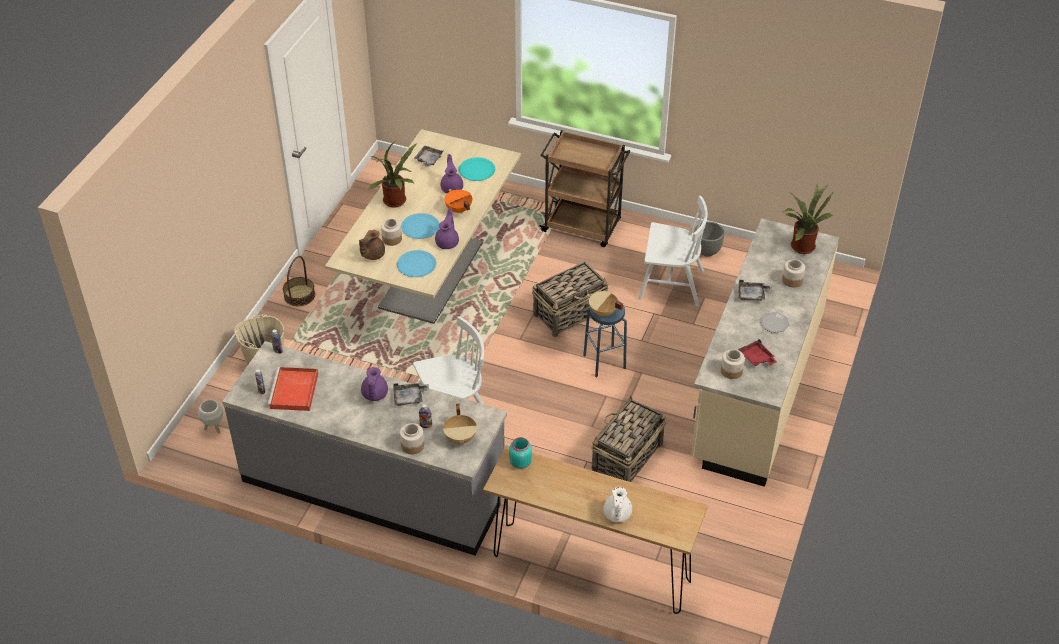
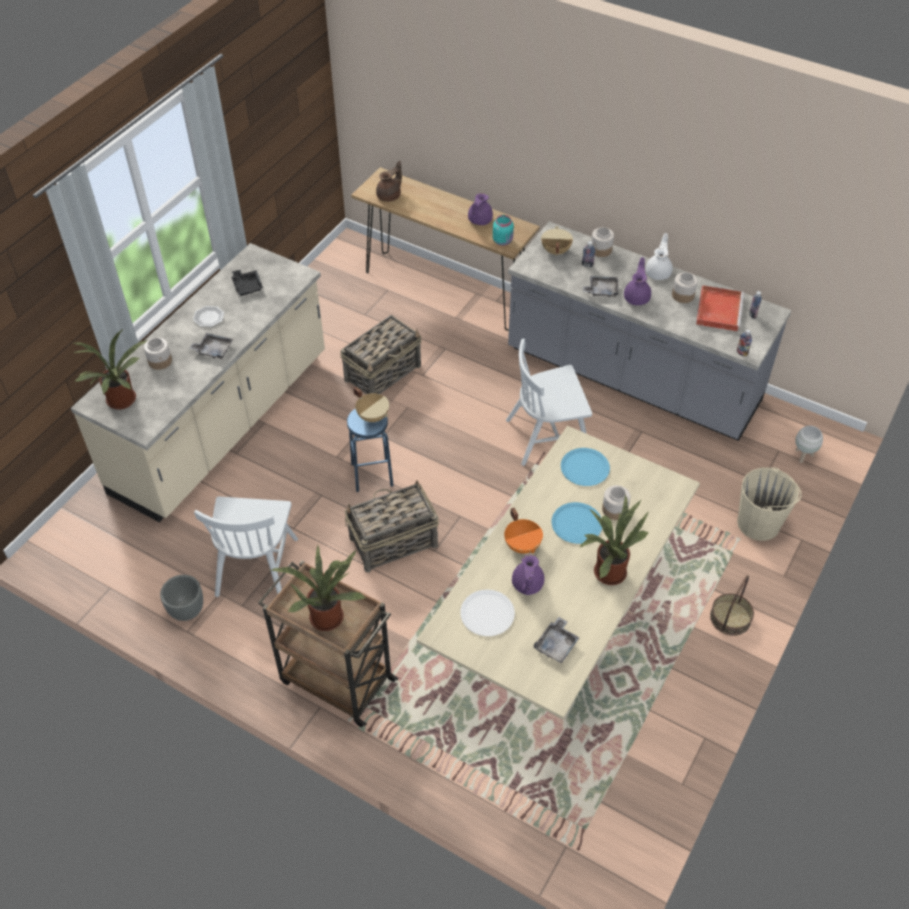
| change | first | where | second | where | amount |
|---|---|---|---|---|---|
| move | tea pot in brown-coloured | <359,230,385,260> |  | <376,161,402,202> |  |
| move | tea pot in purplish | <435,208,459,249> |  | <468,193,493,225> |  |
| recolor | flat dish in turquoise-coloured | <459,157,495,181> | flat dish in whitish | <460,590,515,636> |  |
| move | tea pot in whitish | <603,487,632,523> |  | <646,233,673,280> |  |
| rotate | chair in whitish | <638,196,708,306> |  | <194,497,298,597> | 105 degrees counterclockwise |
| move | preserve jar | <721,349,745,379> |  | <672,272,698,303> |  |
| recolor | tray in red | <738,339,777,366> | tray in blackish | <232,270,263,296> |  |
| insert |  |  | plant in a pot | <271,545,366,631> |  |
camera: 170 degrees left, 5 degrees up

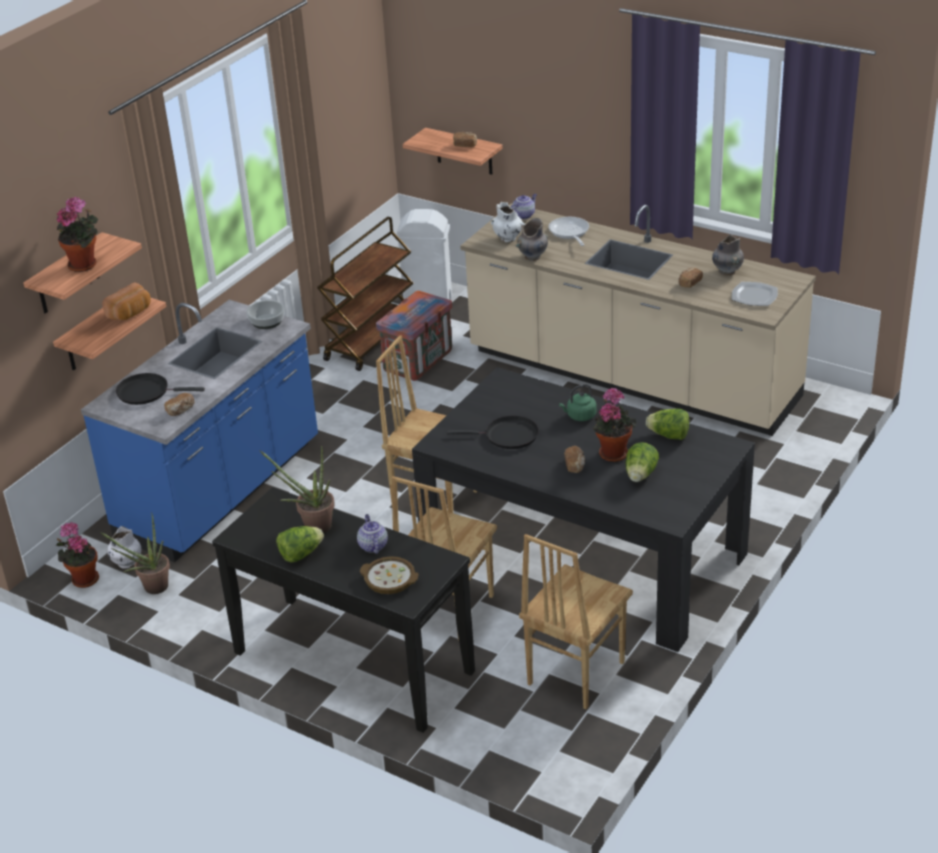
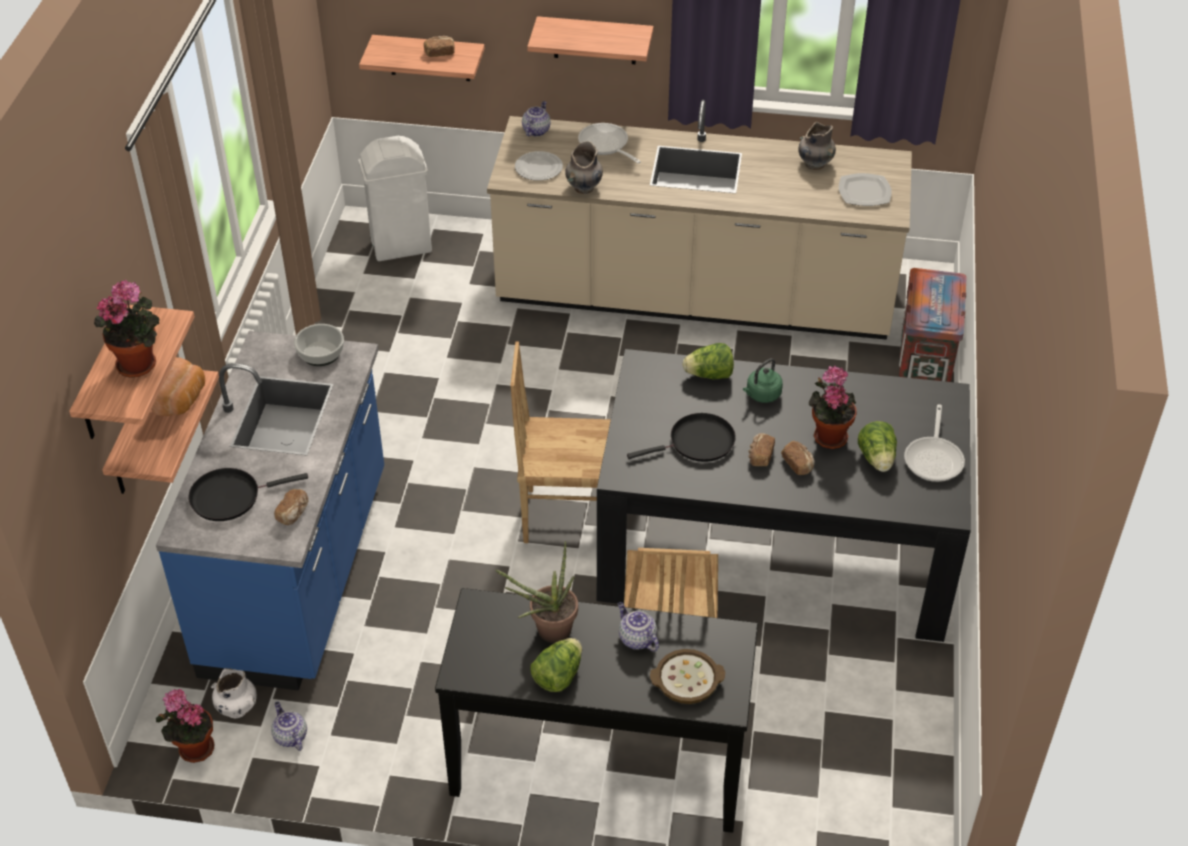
| change | first | where | second | where | amount |
|---|---|---|---|---|---|
| replace | plant in a pot | <100,512,170,594> | tea pot | <271,702,307,751> |  |
| delete | wheeled cart in brown-coloured | <317,217,413,371> |  |  |  |
| move | shipping crate | <376,291,452,381> |  | <899,268,966,382> |  |
| replace | vase in whitish | <491,202,525,242> | flat dish | <515,151,563,181> |  |
| delete | chair in brown-coloured | <519,534,633,709> |  |  |  |
| move | lettuce | <646,409,689,440> |  | <683,343,734,379> |  |
| move | baked bread | <679,267,703,288> |  | <748,433,775,466> |  |
| insert |  |  | bracket shelf | <527,16,654,64> |  |
| insert |  |  | frying pan | <904,404,965,482> |  |
camera: 25 degrees left, 10 degrees up

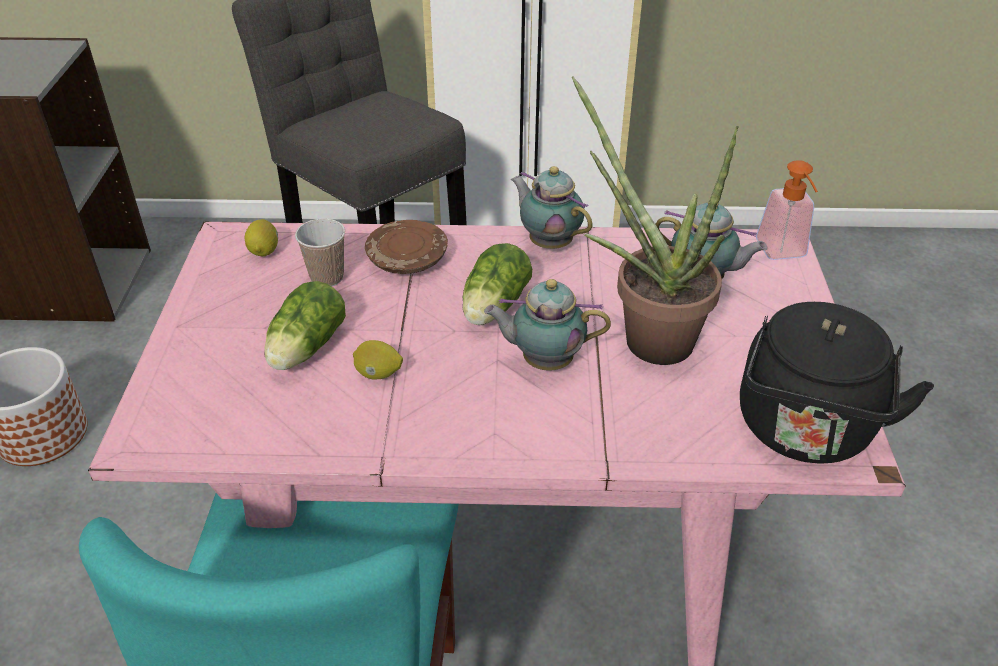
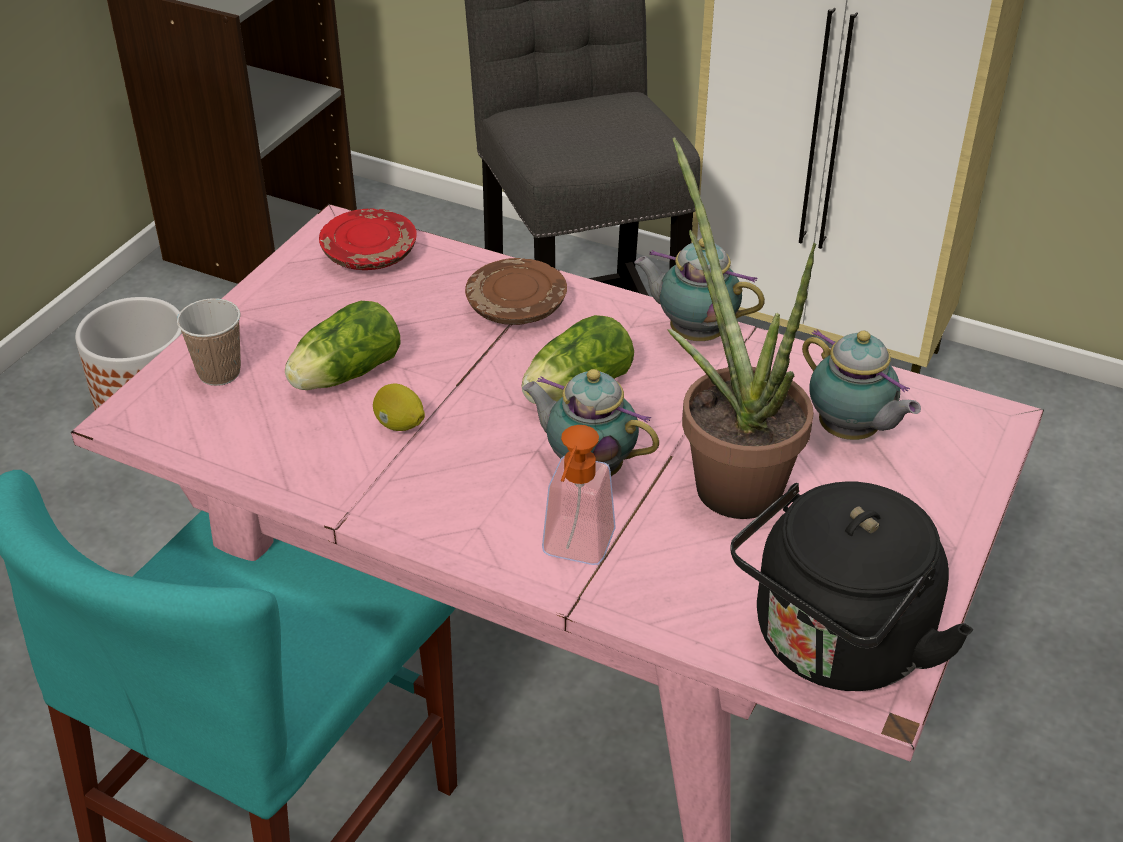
| change | first | where | second | where | amount |
|---|---|---|---|---|---|
| replace | lemon | <244,219,278,257> | flat dish in red | <319,208,417,270> |  |
| move | small cup | <295,218,345,287> |  | <177,298,241,386> |  |
| rotate | tea pot | <511,166,592,249> |  | <634,238,765,341> | 45 degrees counterclockwise |
| move | soap dispenser | <756,160,818,260> |  | <542,425,616,565> |  |
camera: 25 degrees right, 0 degrees up

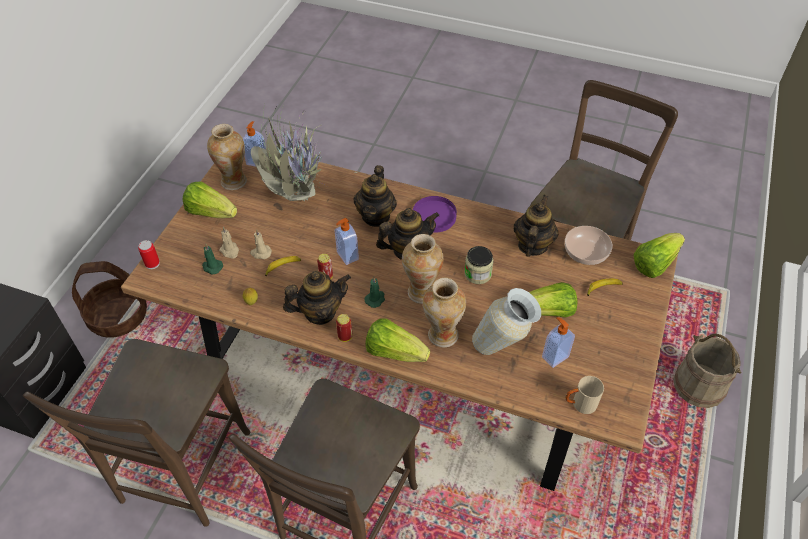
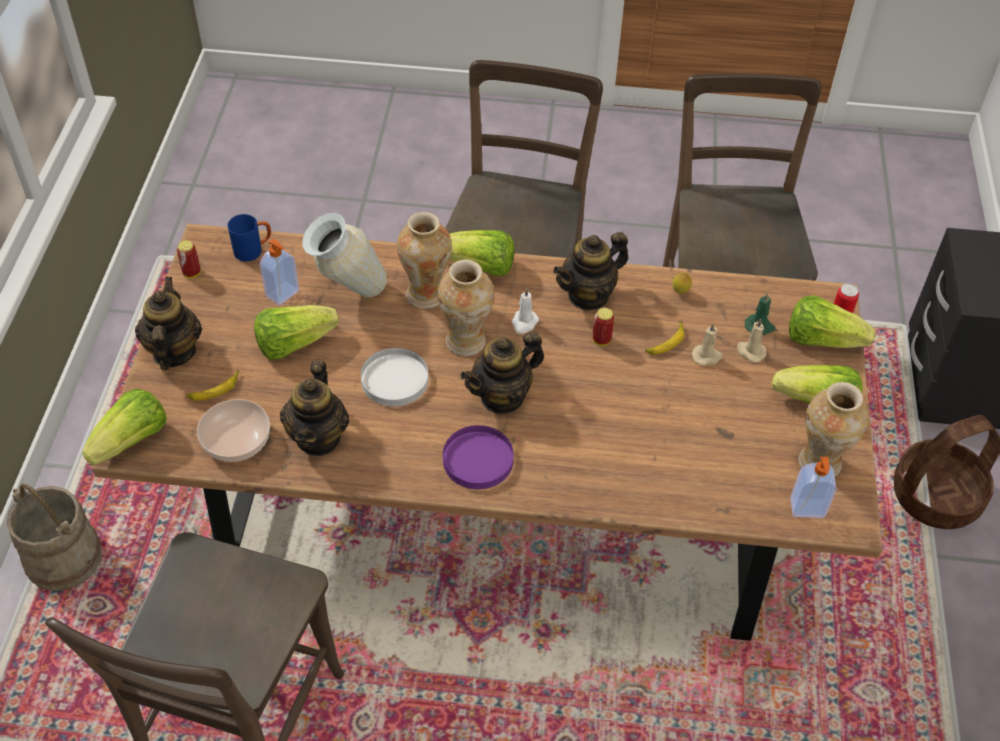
| change | first | where | second | where | amount |
|---|---|---|---|---|---|
| delete | plant in a pot | <251,98,357,202> |  |  |  |
| delete | soap dispenser | <335,218,359,265> |  |  |  |
| move | sealed can | <336,314,352,342> |  | <177,240,201,278> |  |
| move | tea pot | <354,165,397,227> |  | <135,277,202,371> |  |
| recolor | wax candle in green | <364,277,385,308> | wax candle in whitish | <512,288,539,334> |  |
| replace | preserve jar | <464,246,493,284> | flat dish in whitish | <361,348,429,406> |  |
| recolor | tea mug in sand-coloured | <566,376,604,414> | tea mug in blue | <227,214,271,262> |  |
| insert |  |  | lettuce | <789,295,876,348> |  |
camera: 165 degrees right, 0 degrees up

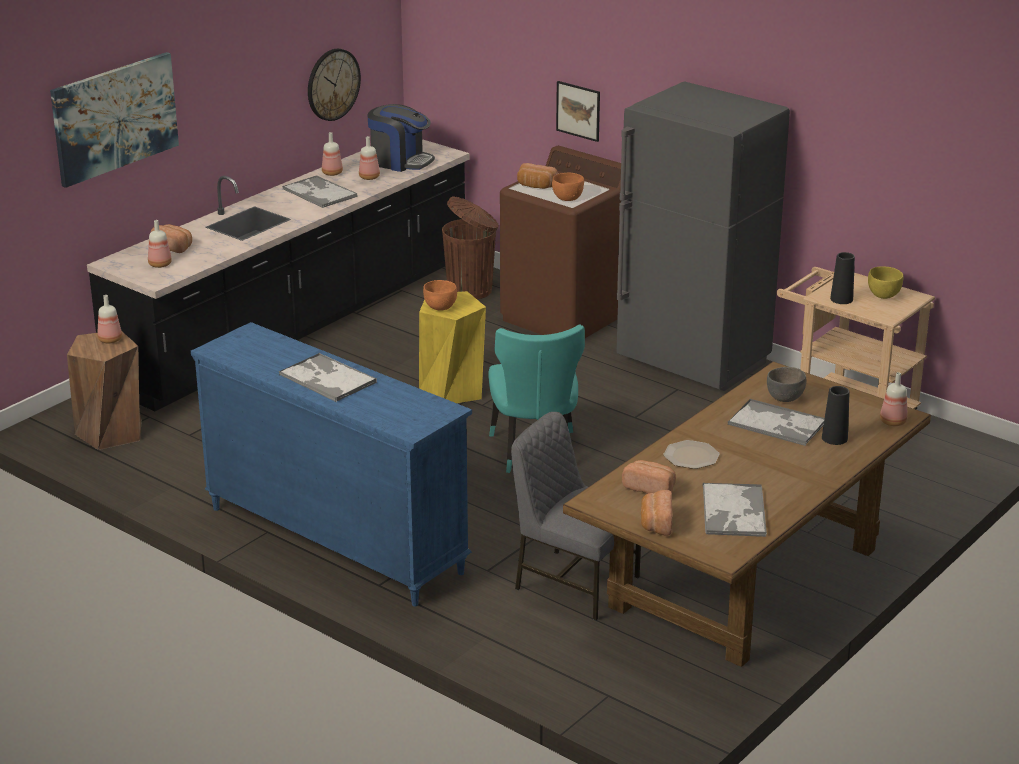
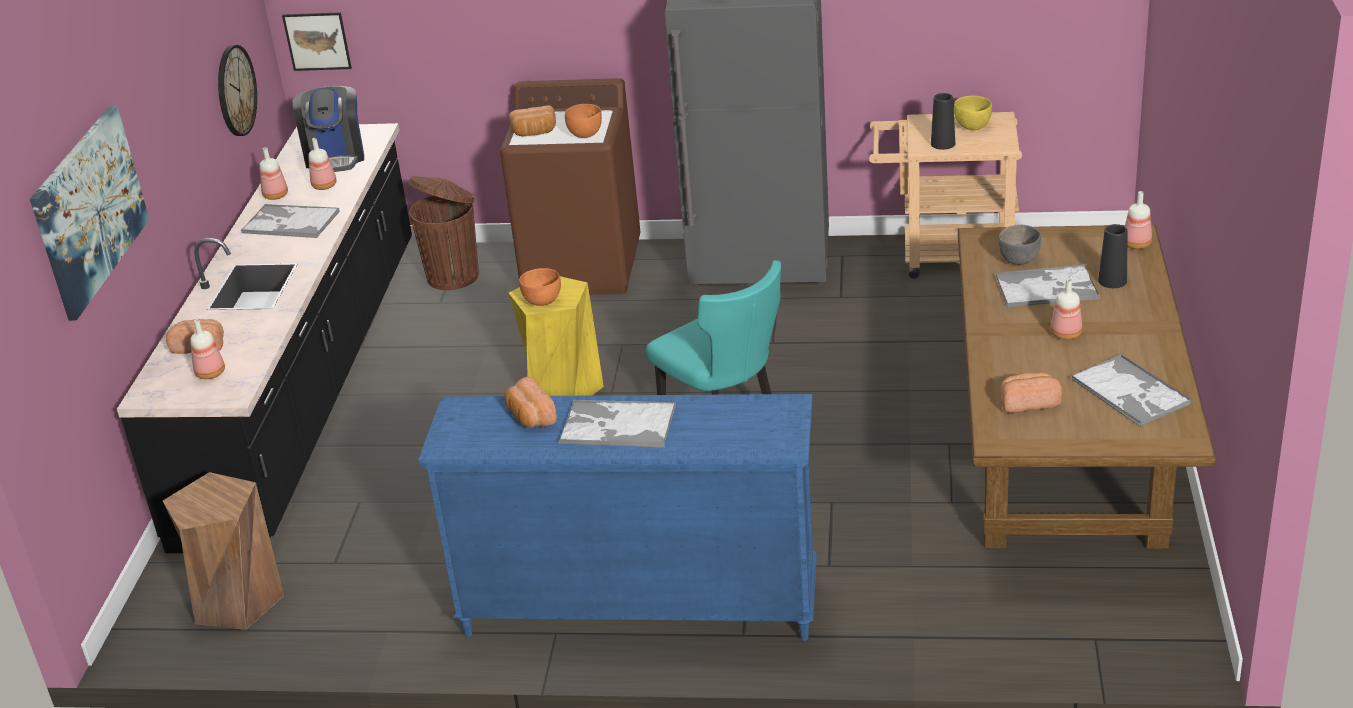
| change | first | where | second | where | amount |
|---|---|---|---|---|---|
| move | drink bottle | <97,295,122,343> |  | <1051,279,1082,340> |  |
| rotate | coffee maker | <368,104,435,172> |  | <293,86,364,172> | 90 degrees clockwise |
| delete | chair in gray | <511,412,641,621> |  |  |  |
| move | wall picture | <556,81,600,142> |  | <282,12,352,71> |  |
| move | baked bread | <641,490,672,536> |  | <505,377,557,428> |  |
| delete | flat dish | <663,440,720,469> |  |  |  |
camera: 30 degrees left, 5 degrees up

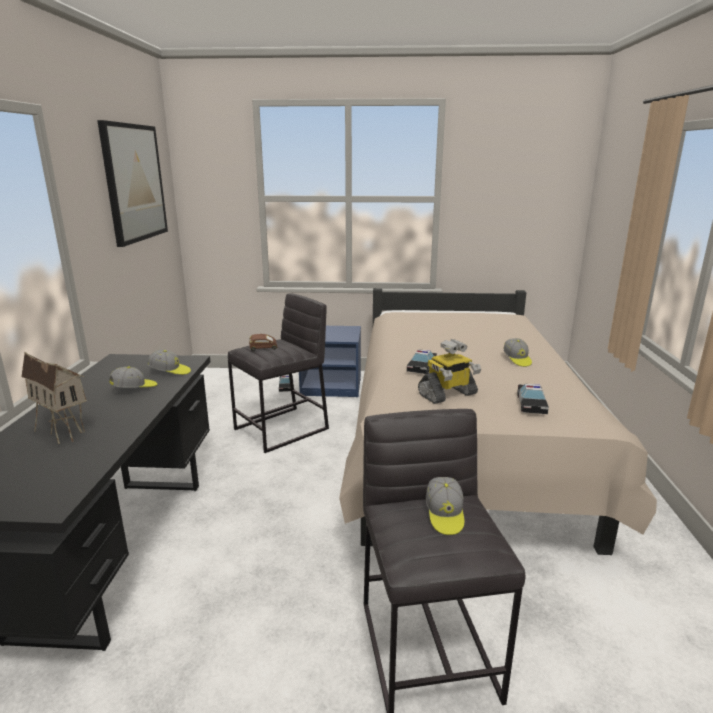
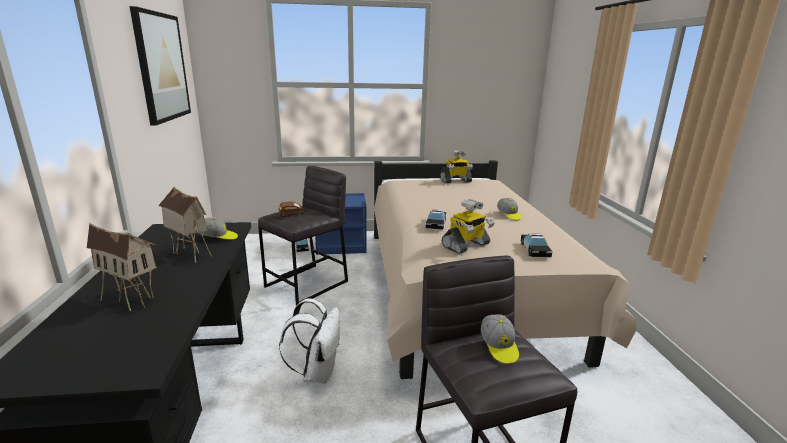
| change | first | where | second | where | amount |
|---|---|---|---|---|---|
| replace | cap | <109,367,158,388> | model house | <158,187,212,263> |  |
| insert |  |  | backpack in whitish | <279,298,340,384> |  |
| insert |  |  | robot figure | <440,150,473,183> |  |
camera: 10 degrees left, 0 degrees up

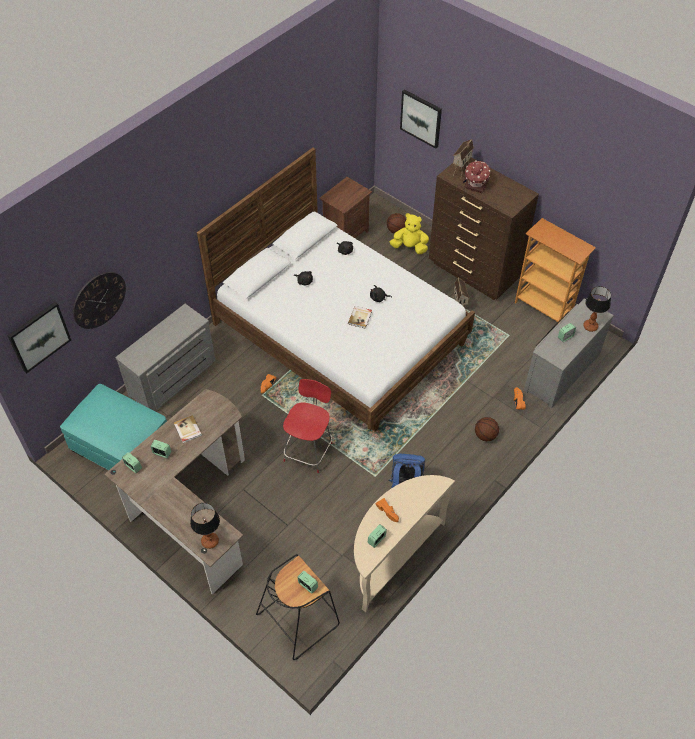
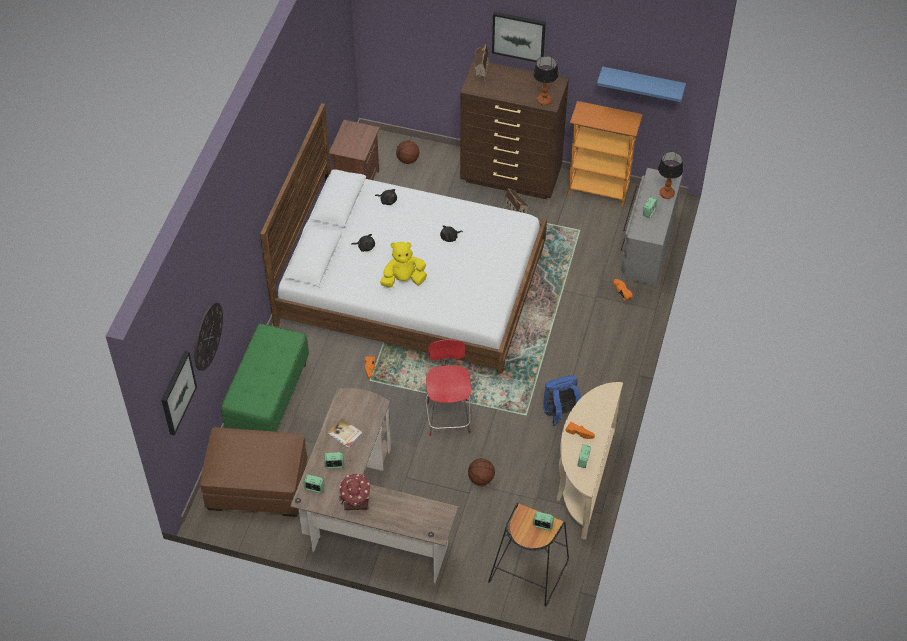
| change | first | where | second | where | amount |
|---|---|---|---|---|---|
| recolor | ottoman in turquoise-coloured | <60,384,167,472> | ottoman in brown-coloured | <200,427,308,517> |  |
| replace | drawer chest in gray | <115,304,215,411> | bench in green | <221,324,309,432> |  |
| move | table lamp | <190,503,220,549> |  | <533,56,559,106> |  |
| delete | bound book | <348,306,372,329> |  |  |  |
| move | plush toy in yellow-coloured | <390,213,429,254> |  | <380,242,427,288> |  |
| move | wall picture | <400,89,442,149> |  | <492,12,546,62> |  |
| move | model house | <463,160,490,193> |  | <339,474,371,510> |  |
| move | ball for basketball | <475,417,499,441> |  | <468,458,495,486> |  |
| insert |  |  | bracket shelf in blue | <597,66,686,102> |  |
camera: 25 degrees left, 0 degrees up

